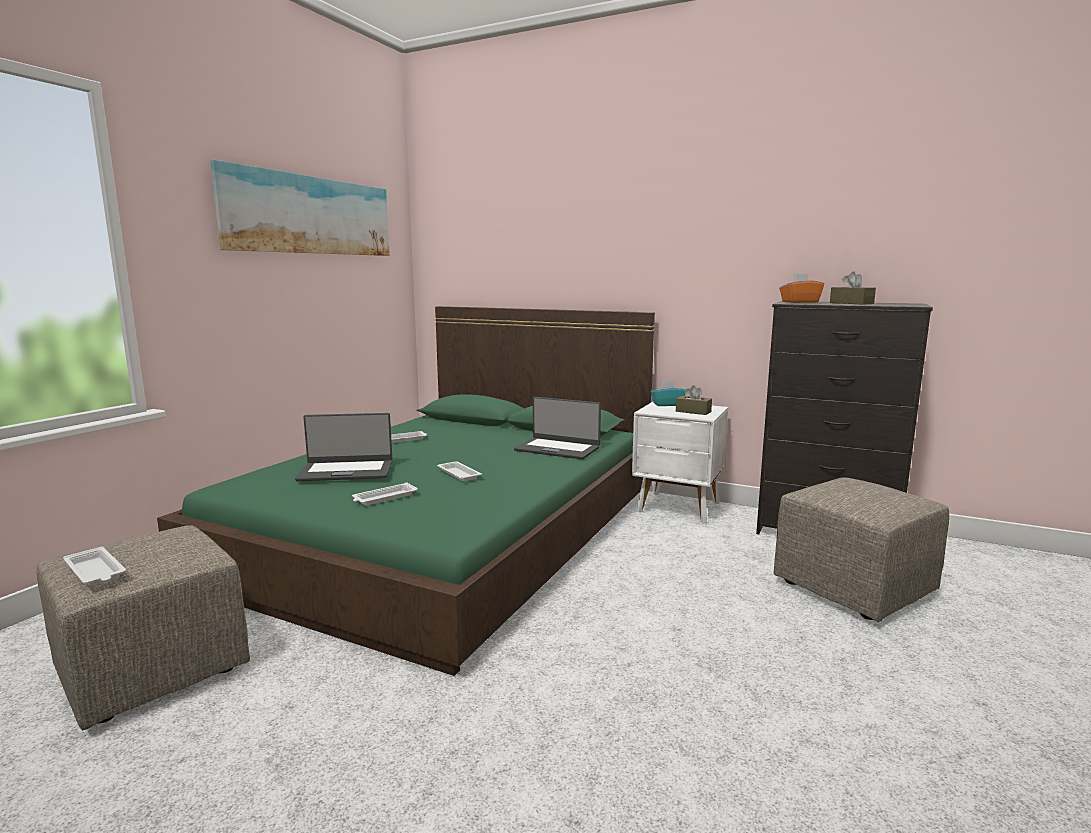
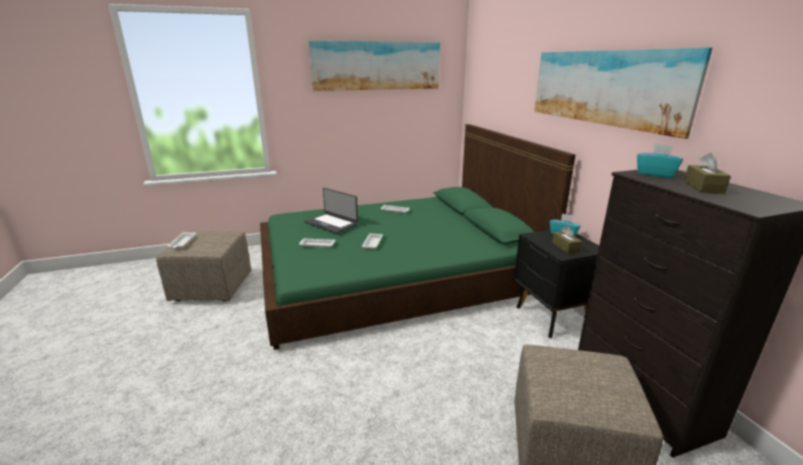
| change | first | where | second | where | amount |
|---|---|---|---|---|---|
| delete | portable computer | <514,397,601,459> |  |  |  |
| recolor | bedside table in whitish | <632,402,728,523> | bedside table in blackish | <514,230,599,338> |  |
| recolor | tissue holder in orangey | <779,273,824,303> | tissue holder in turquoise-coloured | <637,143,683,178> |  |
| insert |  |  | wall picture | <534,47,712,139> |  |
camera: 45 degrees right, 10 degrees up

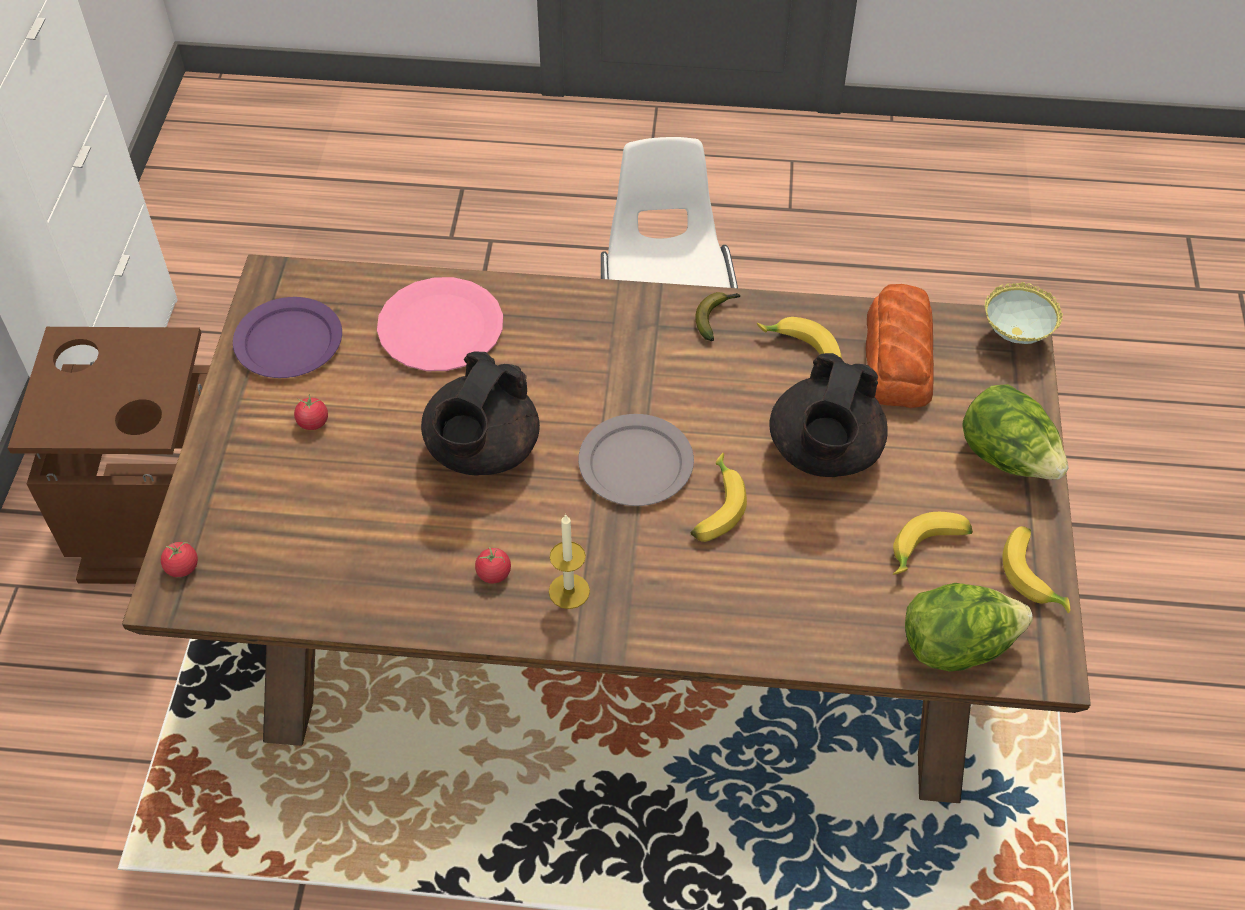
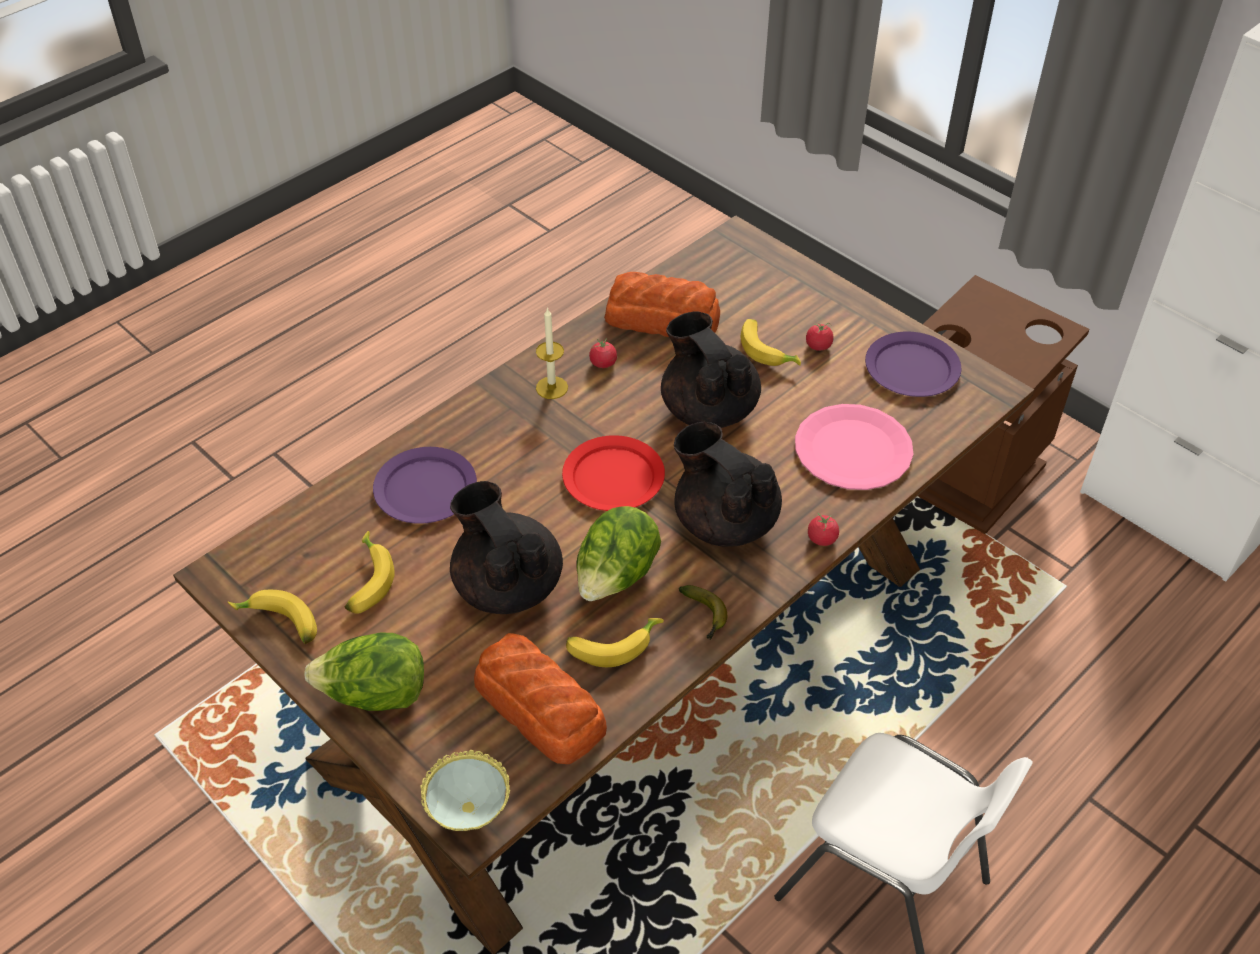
| change | first | where | second | where | amount |
|---|---|---|---|---|---|
| move | fresh tomato | <161,542,198,577> |  | <808,513,839,546> |  |
| recolor | flat dish in gray | <578,414,694,506> | flat dish in red | <562,435,665,511> |  |
| move | whole banana | <691,453,747,542> |  | <741,319,801,366> |  |
| move | lettuce | <905,583,1033,672> |  | <577,506,661,601> |  |
| insert |  |  | flat dish in purplish | <373,447,477,524> |  |
| insert |  |  | baked bread | <604,272,720,337> |  |
| insert |  |  | tea pot in blackish | <674,422,782,547> |  |
camera: 130 degrees right, 5 degrees down

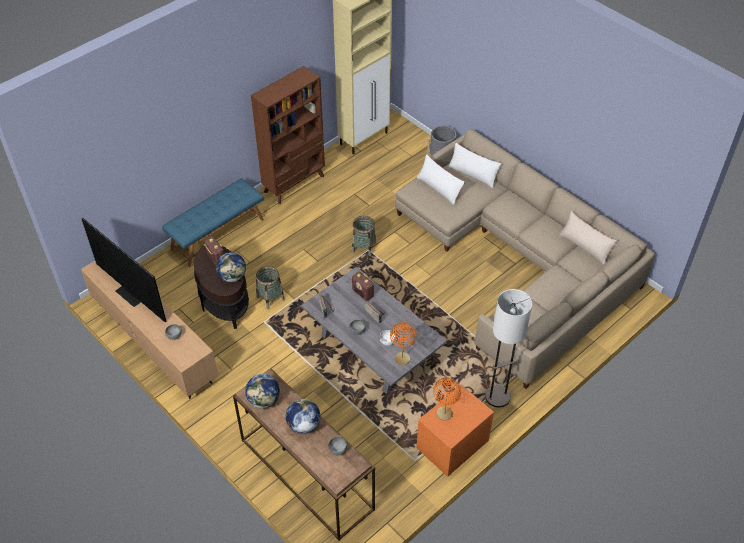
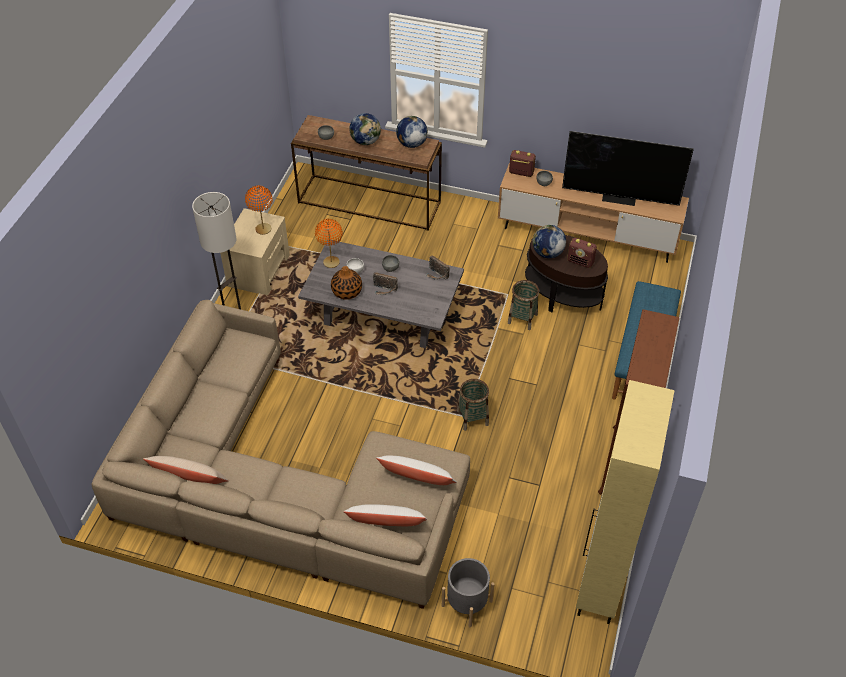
| change | first | where | second | where | amount |
|---|---|---|---|---|---|
| move | radio set | <352,272,374,301> |  | <509,150,536,177> |  |
| recolor | bedside table in orangey | <417,385,494,477> | bedside table in sand-coloured | <220,208,290,295> |  |
| insert |  |  | vase | <331,266,362,300> |  |
camera: 150 degrees right, 0 degrees up

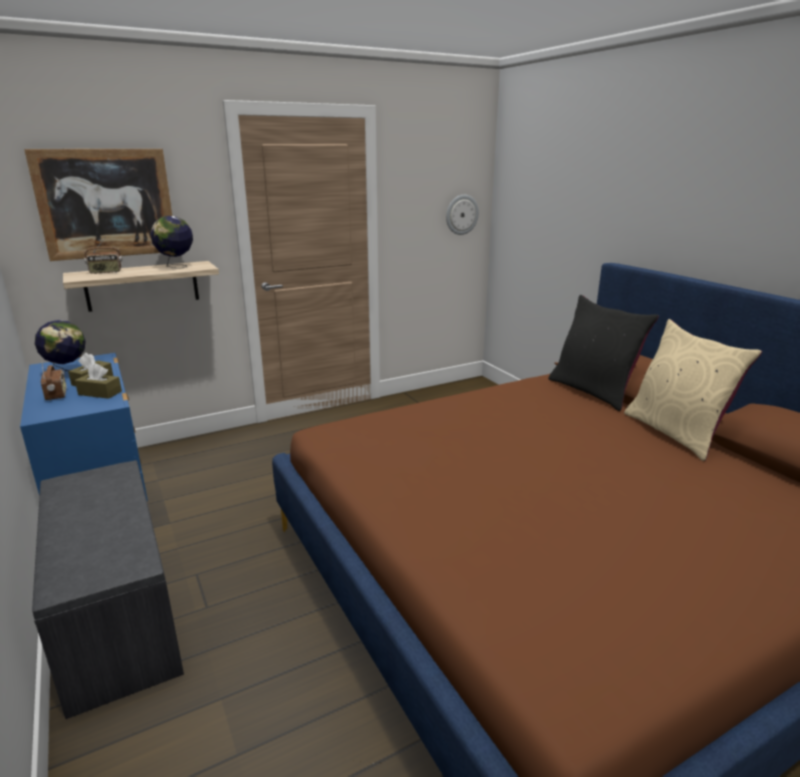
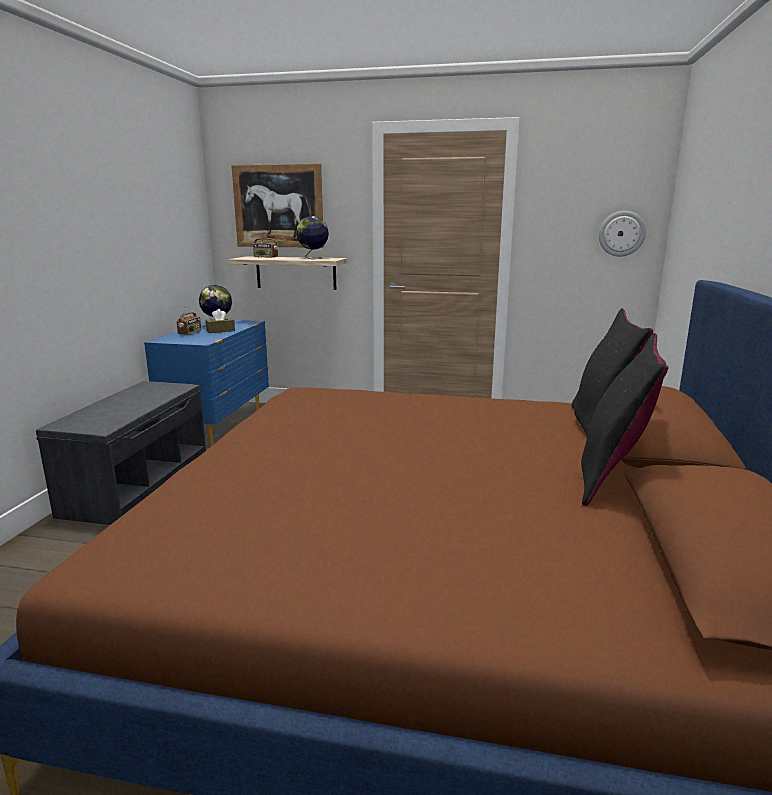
| change | first | where | second | where | amount |
|---|---|---|---|---|---|
| delete | tissue holder in brown-coloured | <75,363,122,399> |  |  |  |
| recolor | throw pillow in sand-coloured | <624,319,762,461> | throw pillow in blackish | <581,333,669,506> |  |
camera: 40 degrees right, 5 degrees down

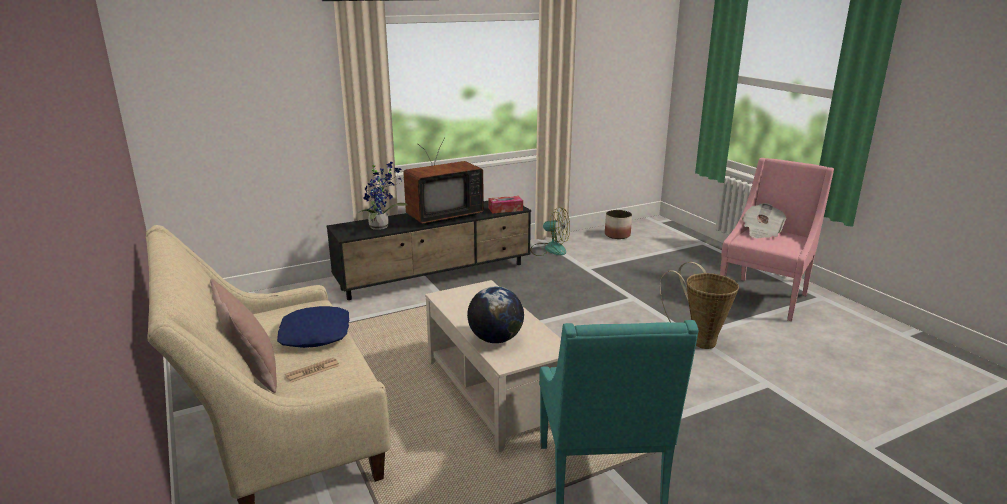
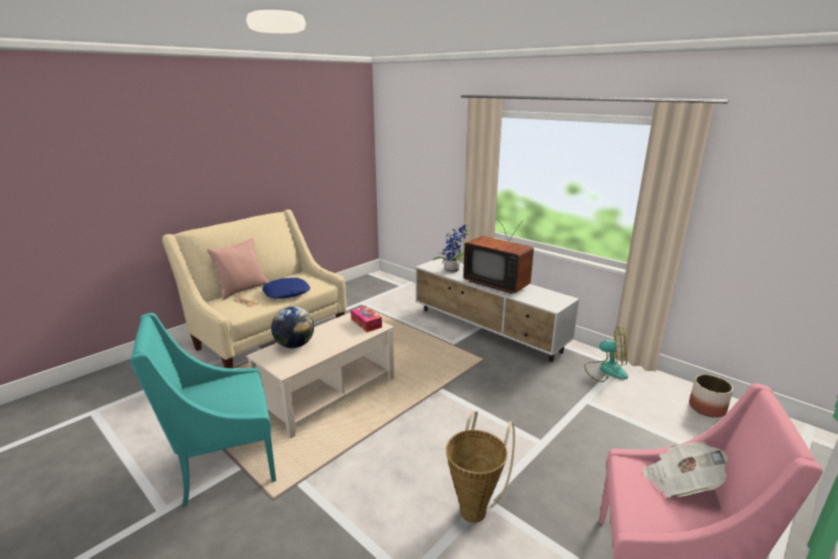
| change | first | where | second | where | amount |
|---|---|---|---|---|---|
| recolor | media console in blackish | <326,201,531,300> | media console in whitish | <415,258,579,362> |  |
| move | tissue holder | <488,196,523,213> |  | <351,306,382,332> |  |
| rotate | cooling fan | <530,207,570,256> |  | <584,326,628,382> | 75 degrees counterclockwise |
camera: 70 degrees right, 0 degrees up

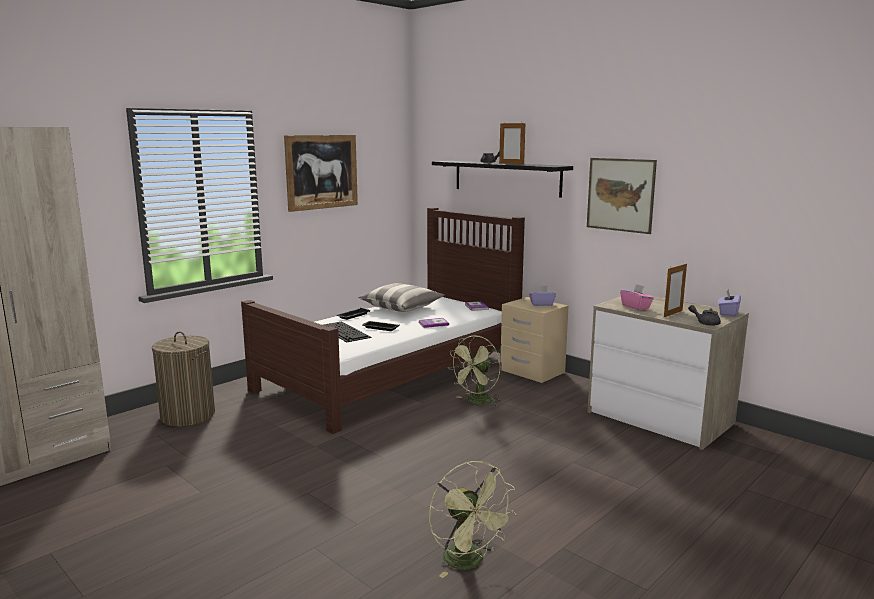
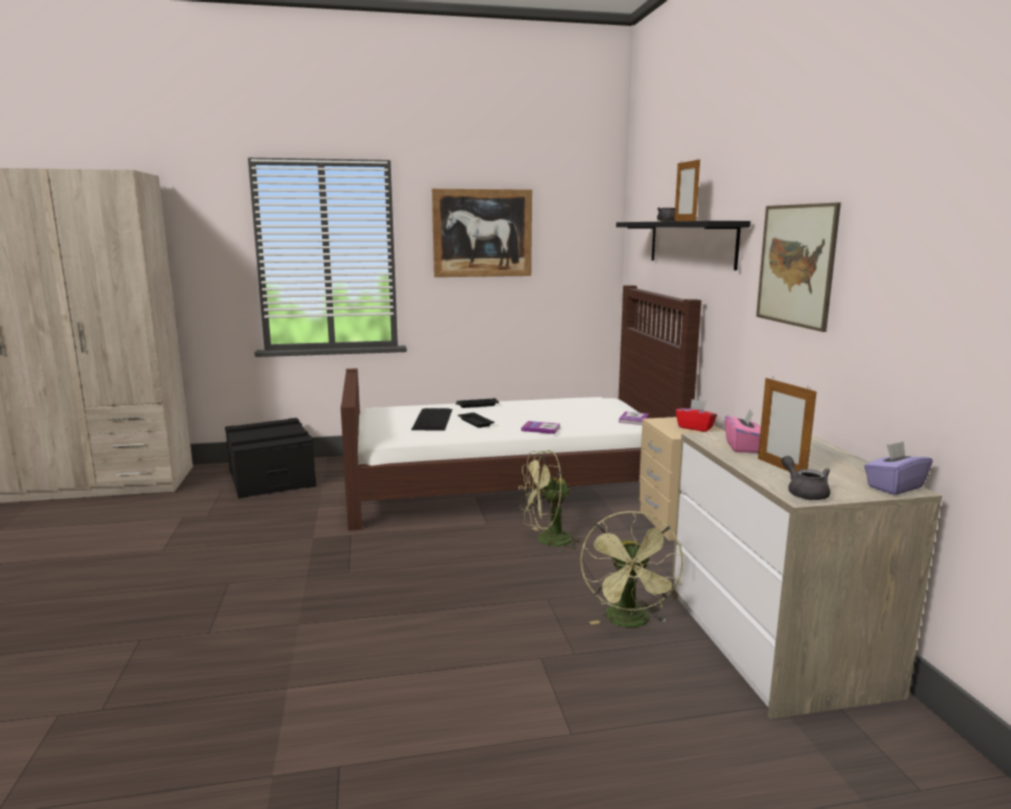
| change | first | where | second | where | amount |
|---|---|---|---|---|---|
| replace | hamper | <152,331,215,427> | storage box in blackish | <225,418,316,499> |  |
| delete | throw pillow | <358,283,445,312> |  |  |  |
| move | cooling fan in green | <429,461,516,578> |  | <580,511,683,628> |  |
| recolor | tissue holder in purplish | <529,285,556,306> | tissue holder in red | <676,399,717,432> |  |
| rotate | photo frame | <664,264,687,318> |  | <758,377,817,472> | 75 degrees clockwise |
camera: 35 degrees right, 0 degrees up

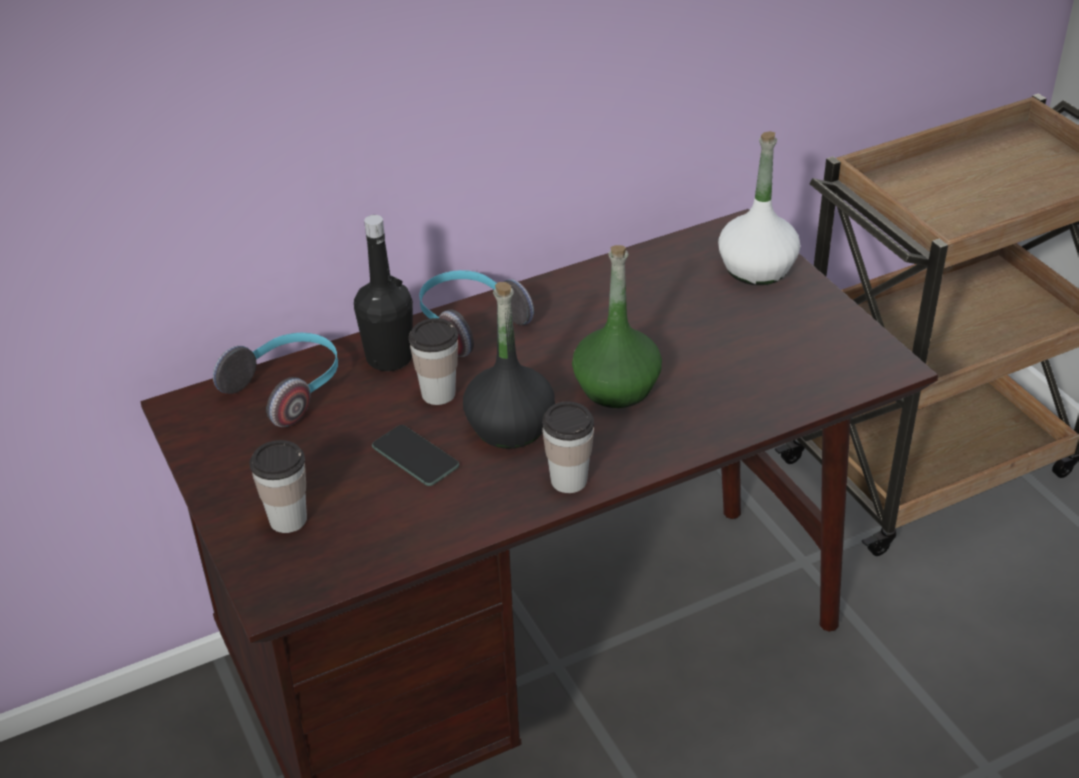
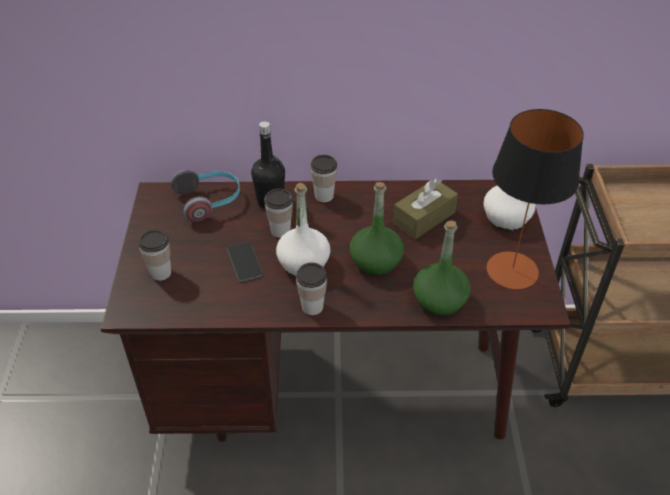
| change | first | where | second | where | amount |
|---|---|---|---|---|---|
| replace | headphones | <419,270,534,357> | small cup | <311,154,337,202> |  |
| recolor | drink bottle in blackish | <463,282,555,449> | drink bottle in whitish | <276,183,331,277> |  |
| insert |  |  | tissue holder in brown-coloured | <393,178,458,239> |  |
| insert |  |  | drink bottle in green | <413,220,471,316> |  |
| insert |  |  | table lamp | <487,109,584,289> |  |
camera: 25 degrees right, 5 degrees up

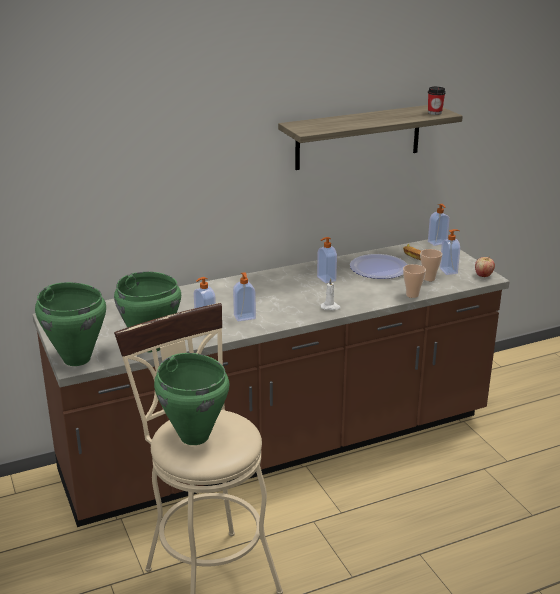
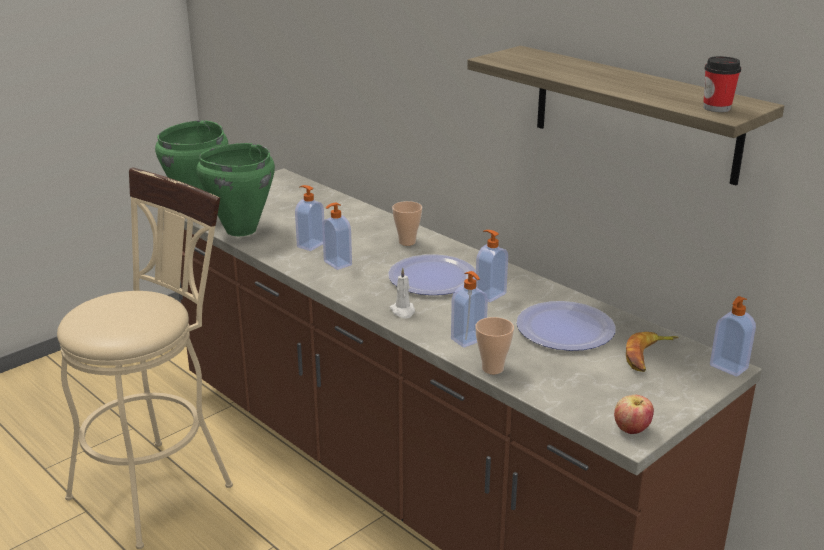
| change | first | where | second | where | amount |
|---|---|---|---|---|---|
| delete | stockpot in green | <154,353,230,445> |  |  |  |
| move | small cup | <420,249,442,281> |  | <392,201,422,246> |  |
| move | soap dispenser | <440,229,460,275> |  | <451,271,488,348> |  |
| insert |  |  | flat dish | <388,254,476,295> |  |
camera: 70 degrees right, 0 degrees up

